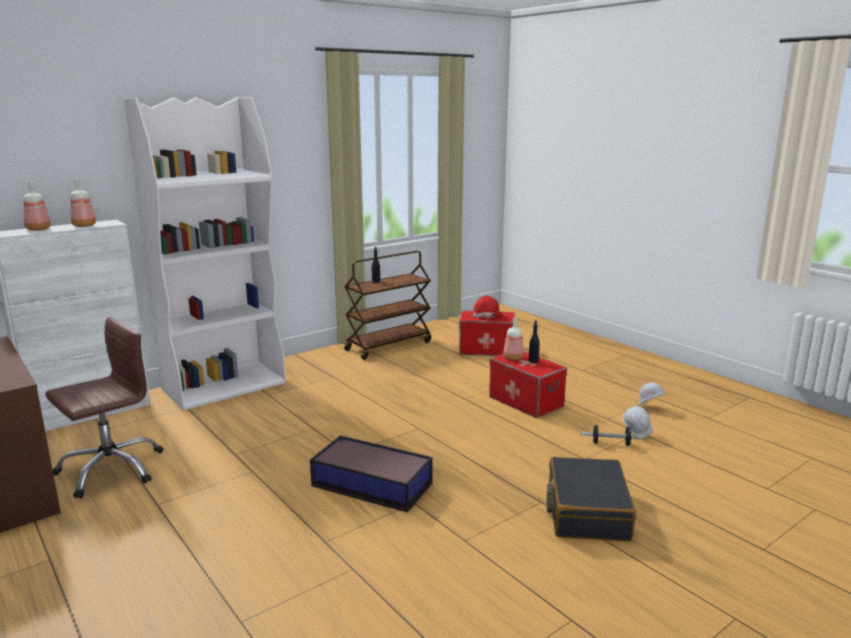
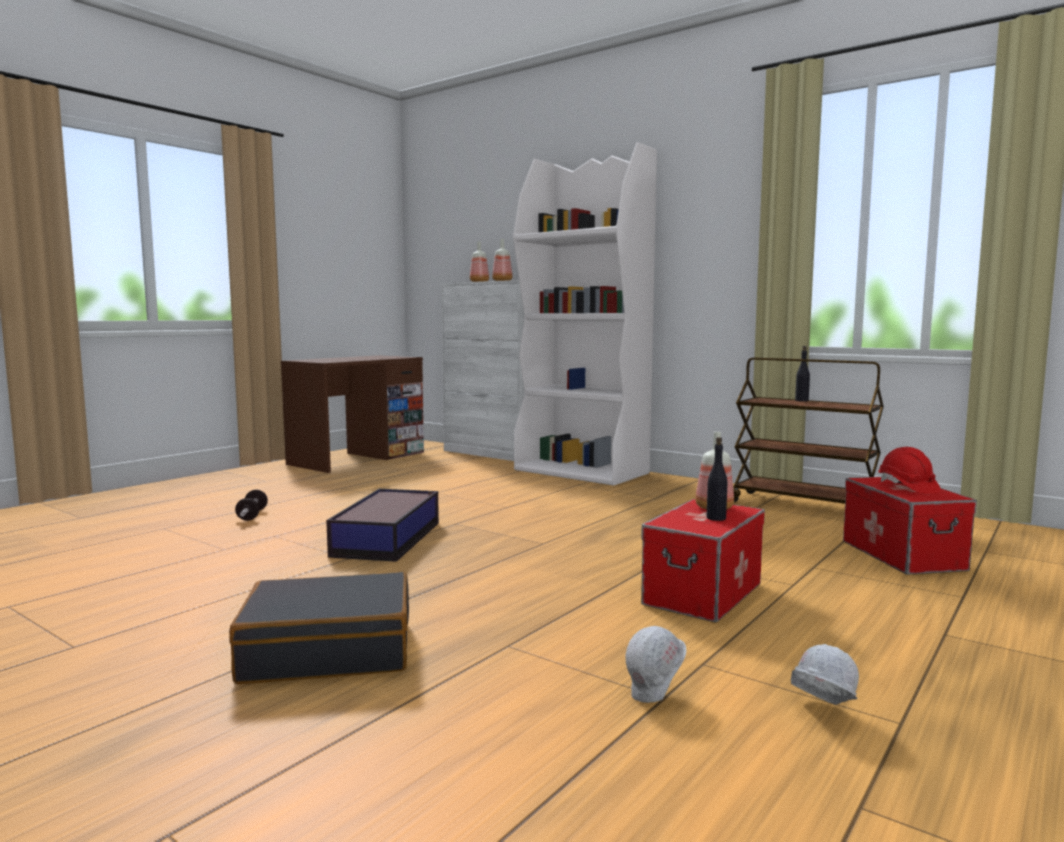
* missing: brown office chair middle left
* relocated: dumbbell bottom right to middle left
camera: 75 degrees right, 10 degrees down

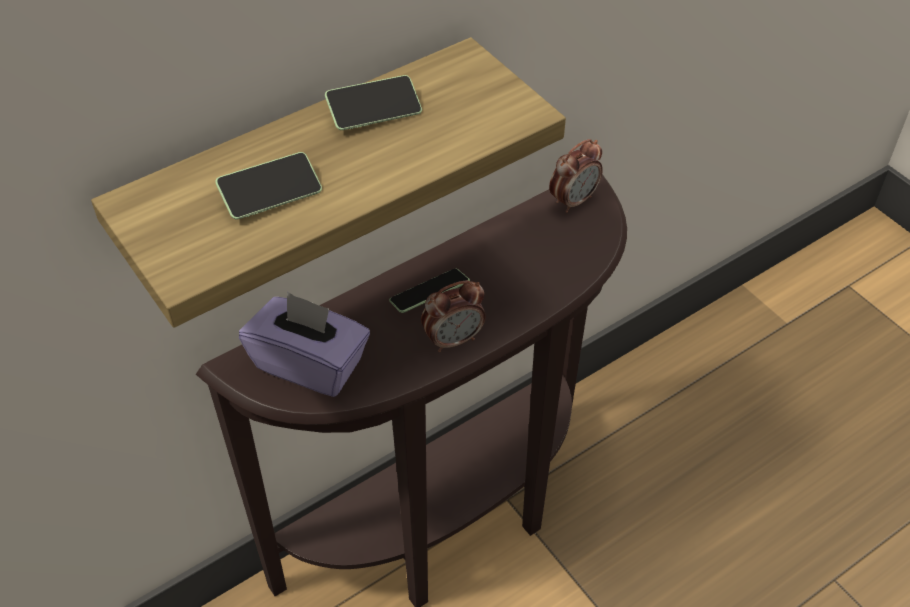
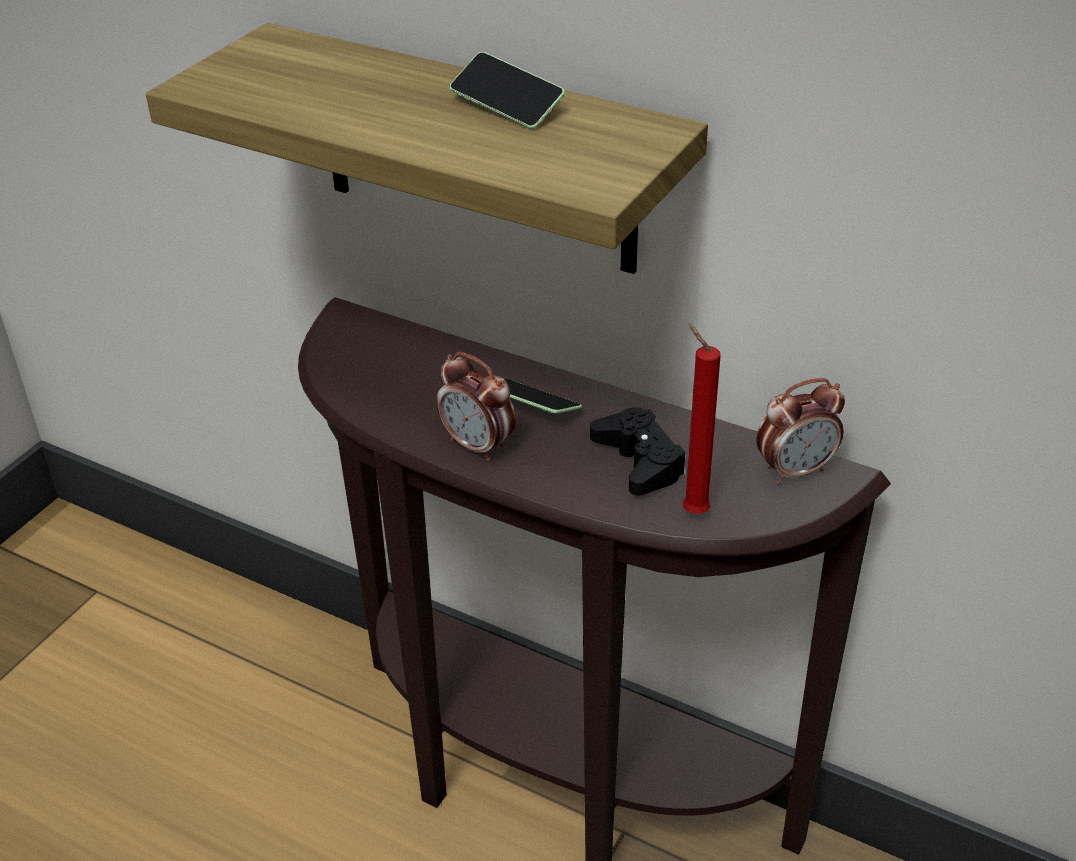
* missing: phone (no. 1 from left) top left
* missing: purplish tissue box centre
* appeared: black-coloured game controller centre
* appeared: reddish candle centre
* spun: bedside clock (no. 2 from left) top centre = middle right 45 degrees counterclockwise
camera: 65 degrees right, 10 degrees down

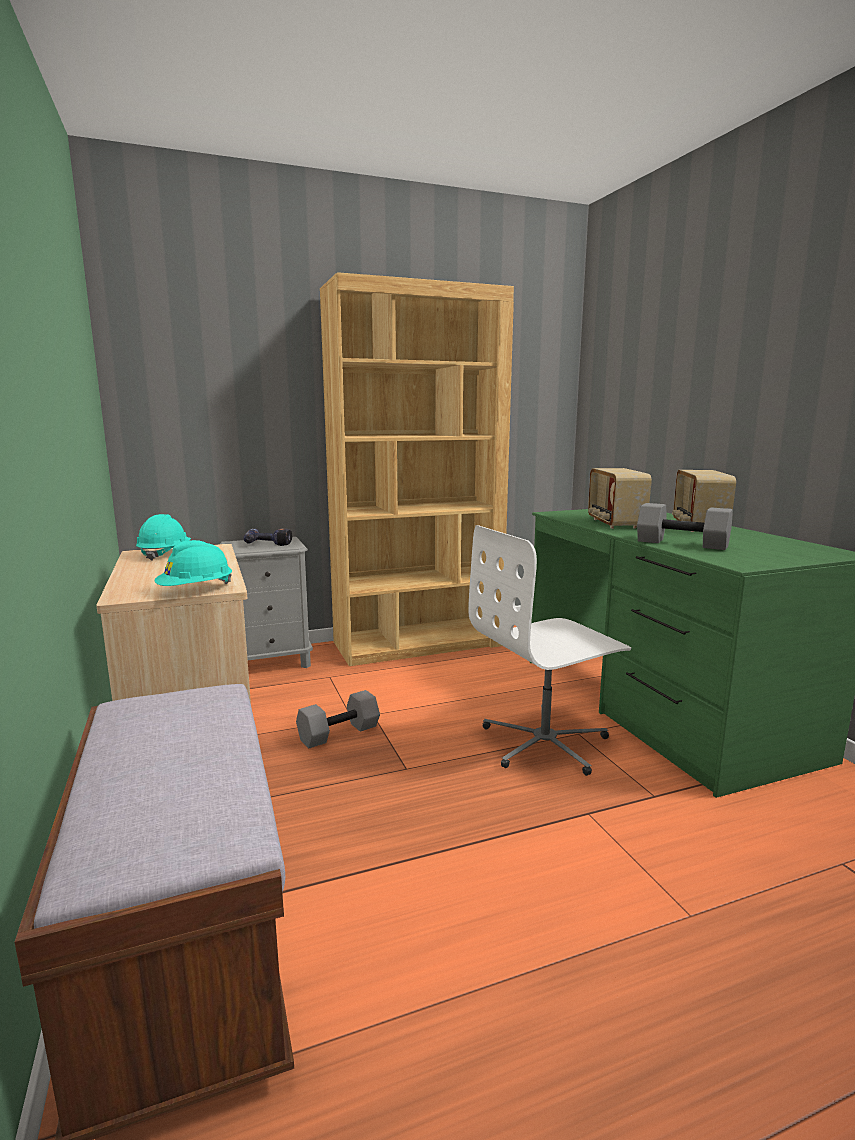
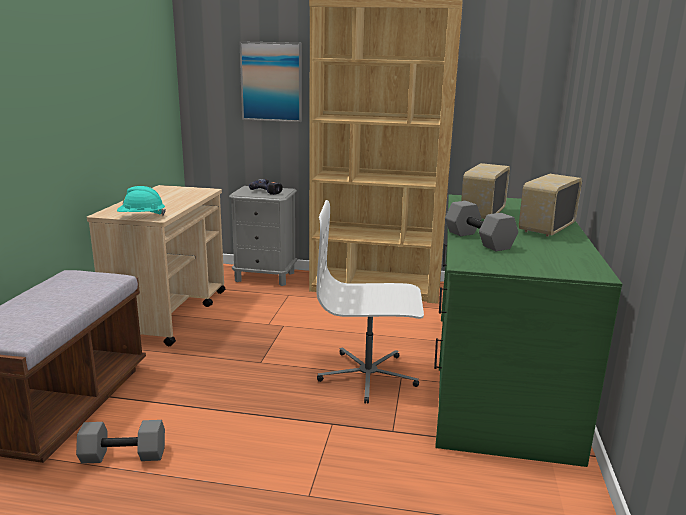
* missing: turquoise-coloured hard hat (no. 1 from left) middle left
* appeared: wall picture top centre
* relocated: grey dumbbell (no. 1 from left) centre to bottom left
camera: 30 degrees right, 5 degrees up

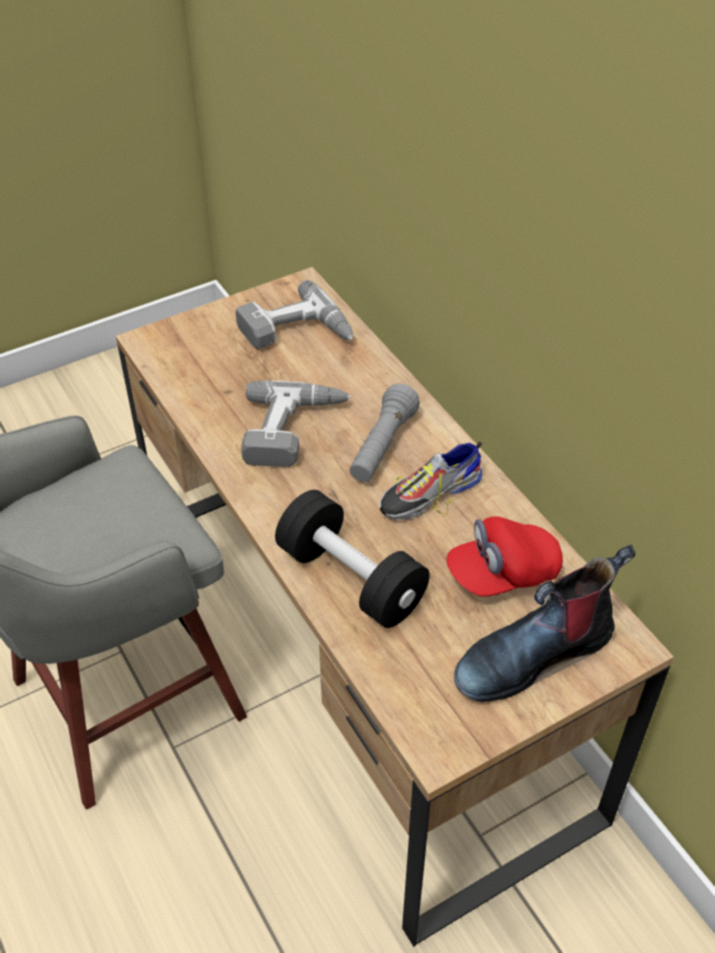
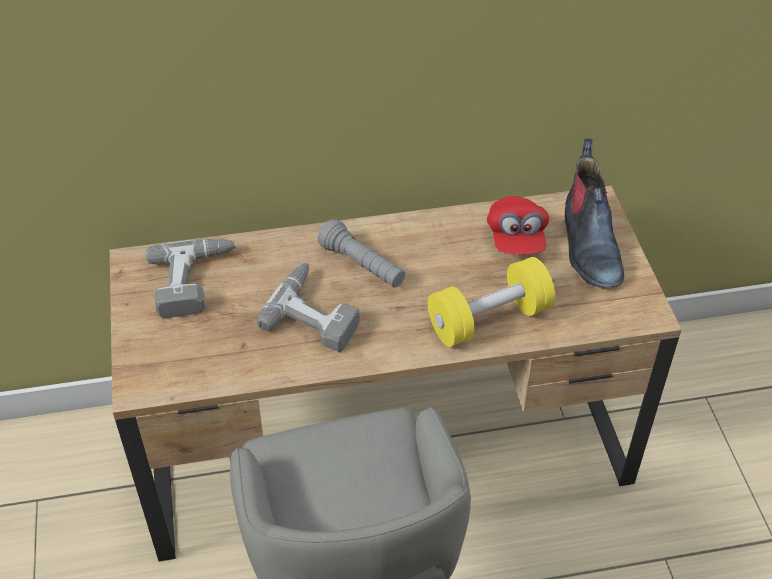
* missing: item of footwear centre
* colour: black-coloured dumbbell centre to yellow dumbbell centre
camera: 70 degrees left, 0 degrees up

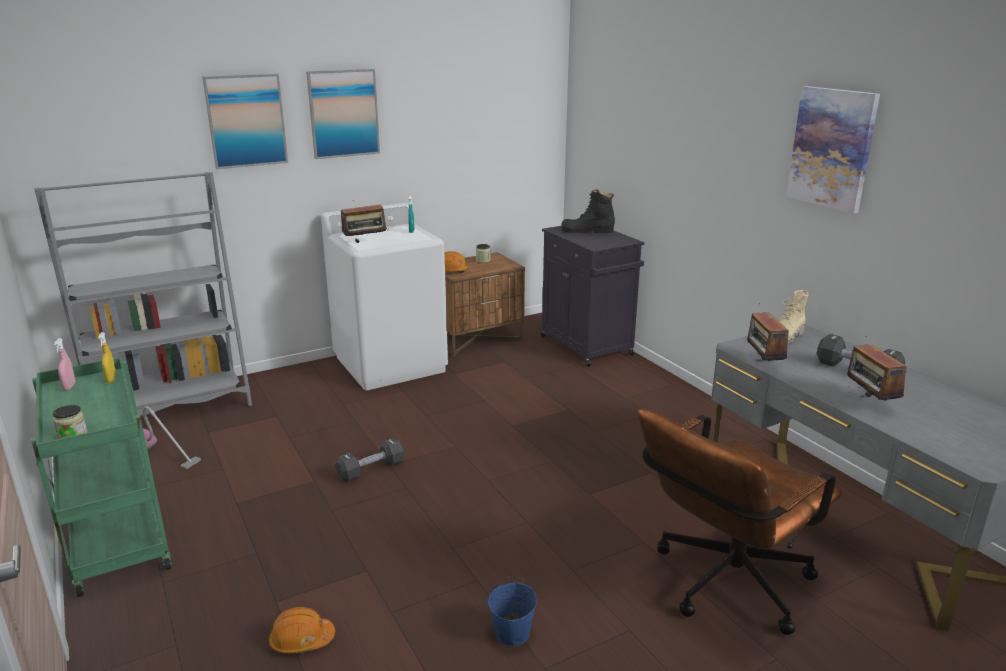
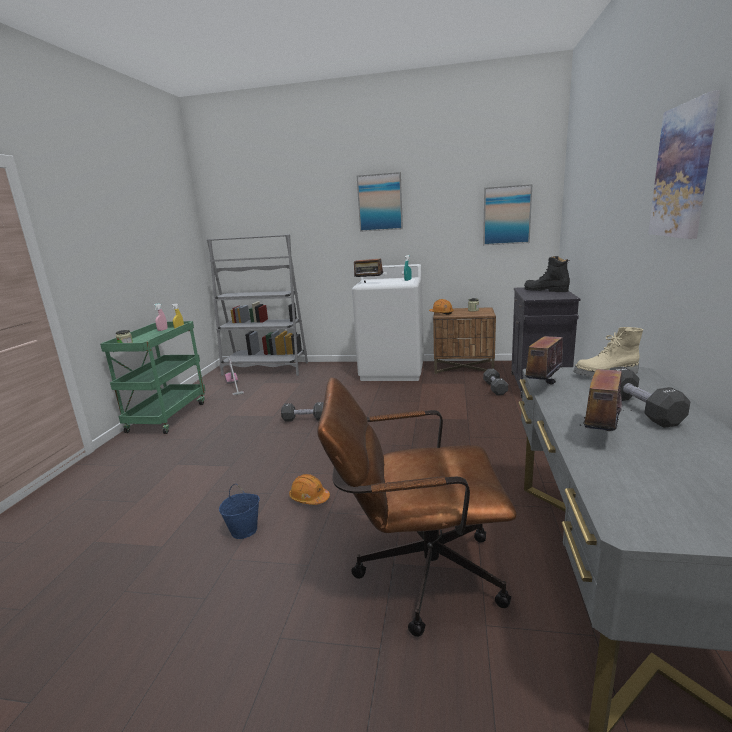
* appeared: black-coloured dumbbell (no. 2 from left) middle right
* relocated: wall picture (no. 1 from left in the first image) top left to wall picture (no. 2 from left) top right
* relocated: orange-coloured hard hat (no. 1 from left) bottom left to bottom centre
camera: 40 degrees right, 5 degrees down

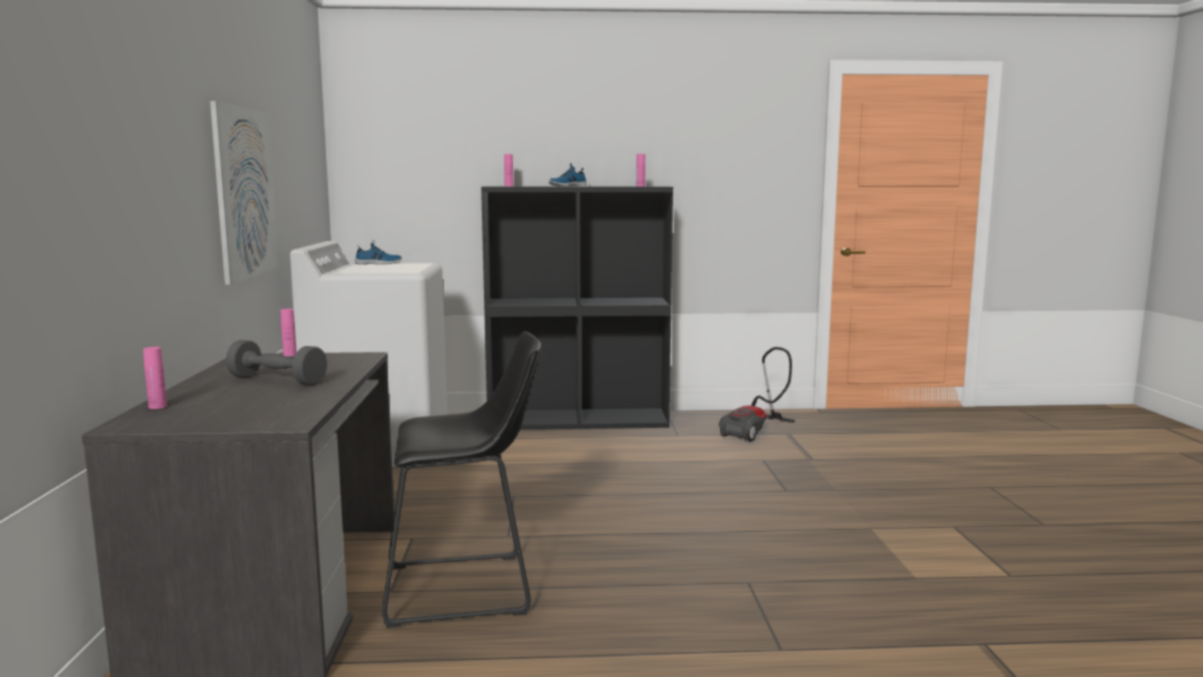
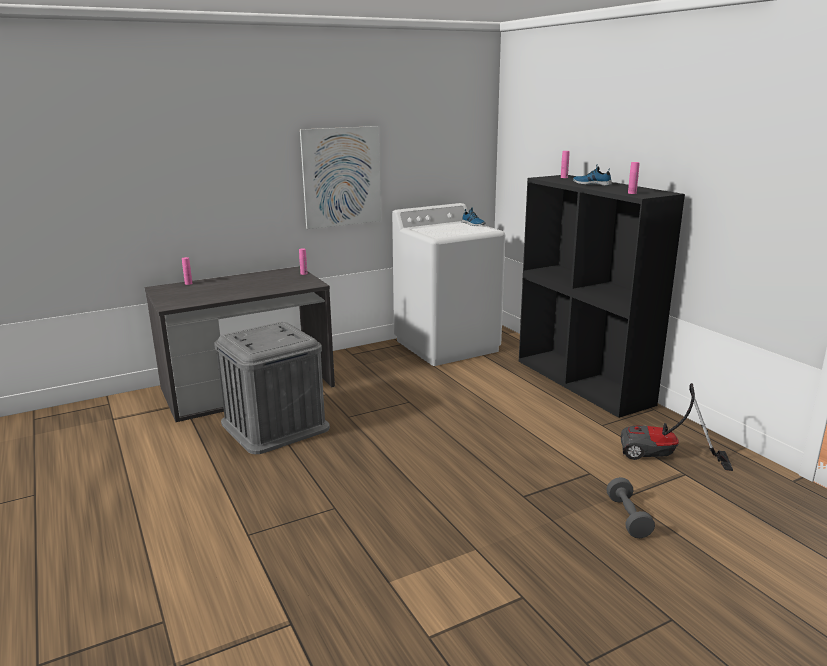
* relocated: grey dumbbell middle left to bottom right
* exchanged: black-coloured stool bottom centre to grey storage box middle left
camera: 65 degrees right, 10 degrees up

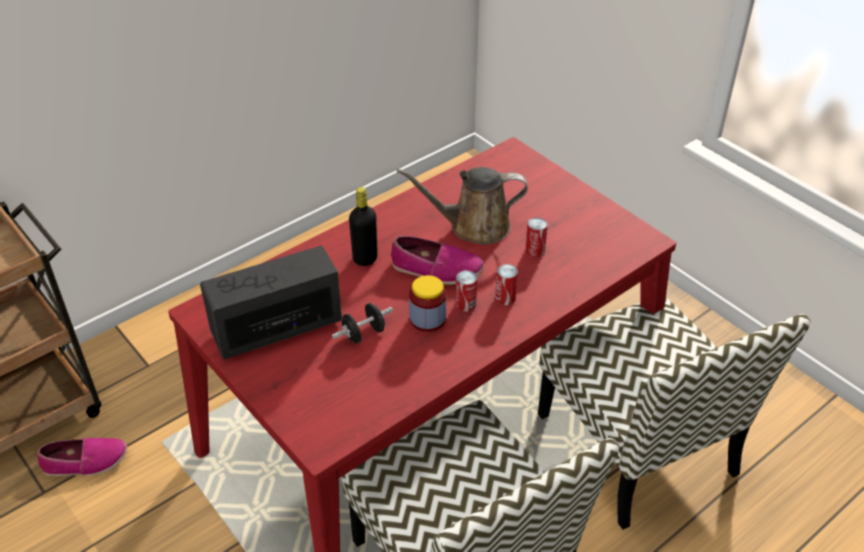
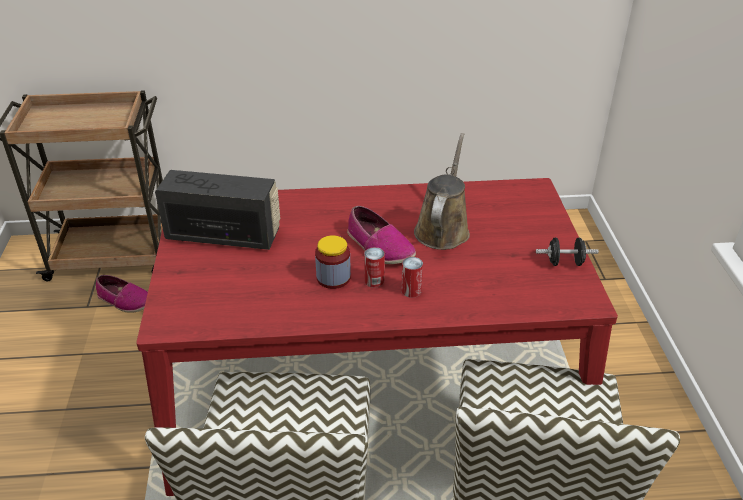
* missing: black-coloured bottle centre
* missing: can (no. 3 from left) centre
* relocated: black-coloured dumbbell centre to middle right
* spun: brown watering pot centre = centre 75 degrees clockwise
camera: 35 degrees right, 5 degrees down

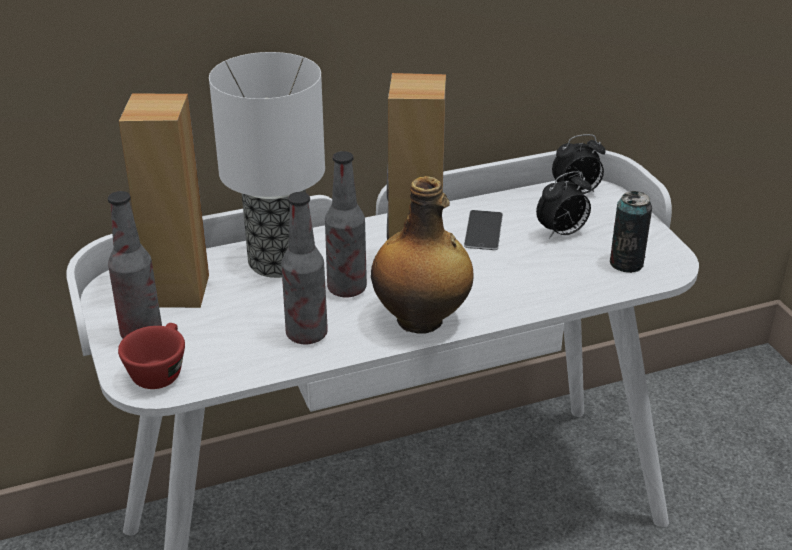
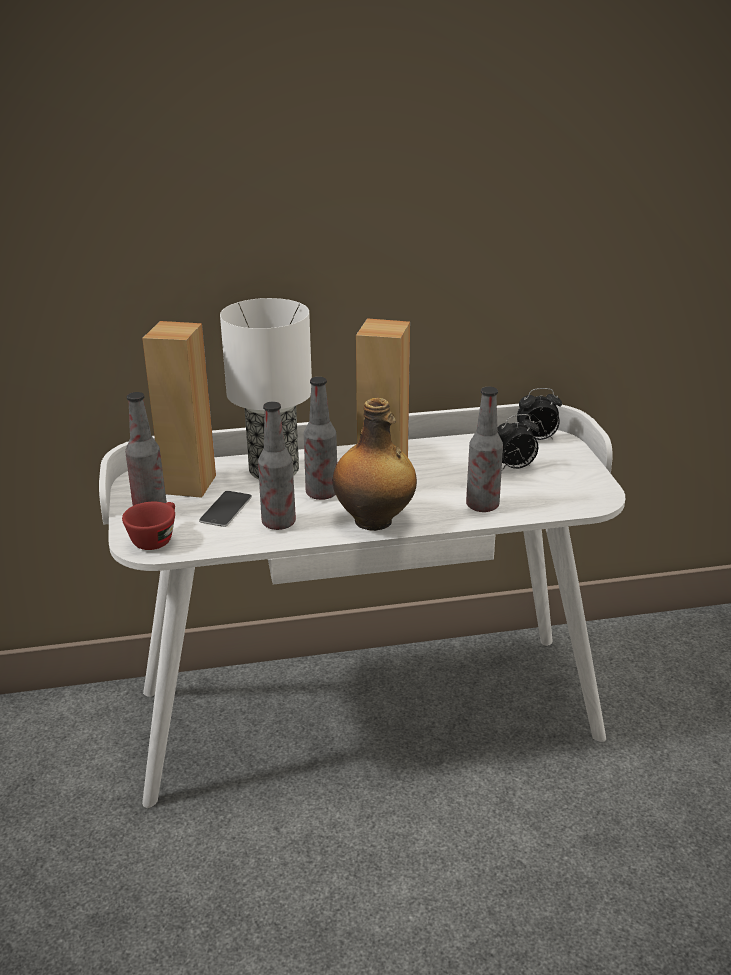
* missing: can middle right
* appeared: bottle (no. 5 from left) centre
* relocated: phone centre to middle left
camera: 10 degrees right, 5 degrees down

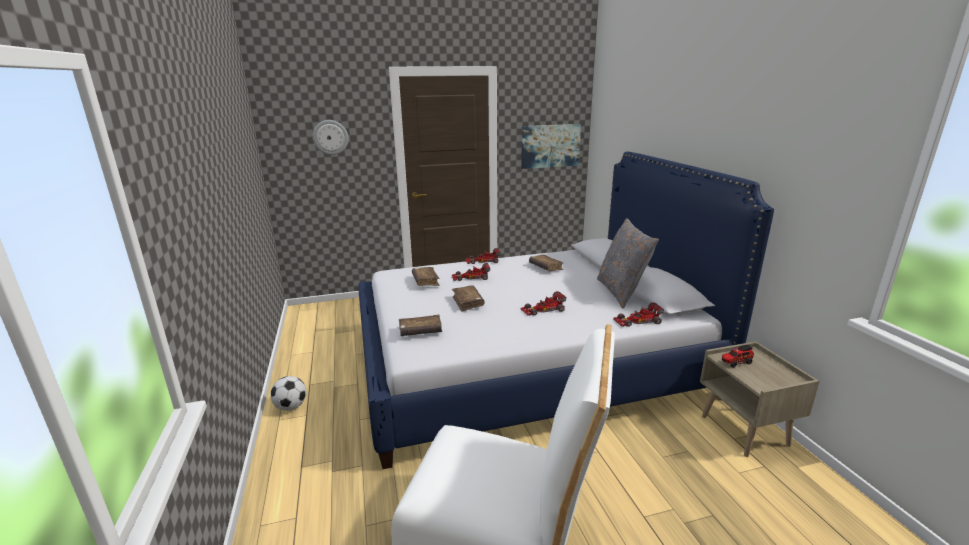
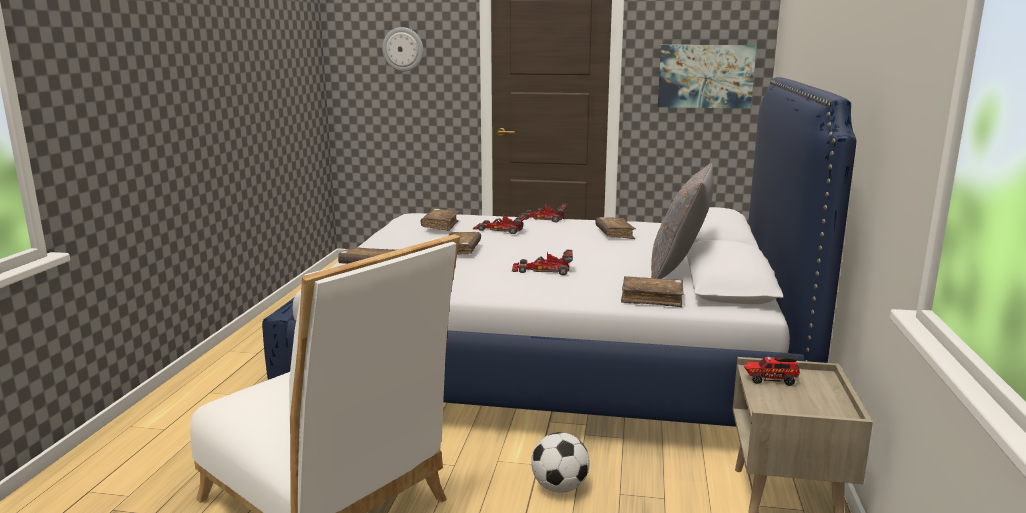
* relocated: football bottom left to bottom centre
* exchanged: miniature car (no. 4 from left) centre to brown book (no. 5 from left) centre
camera: 25 degrees right, 5 degrees down

